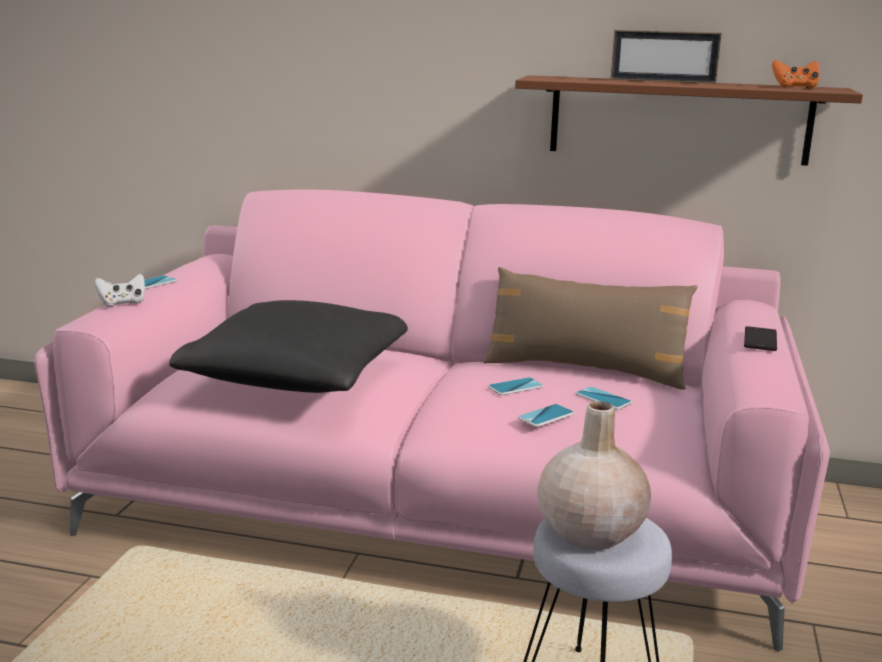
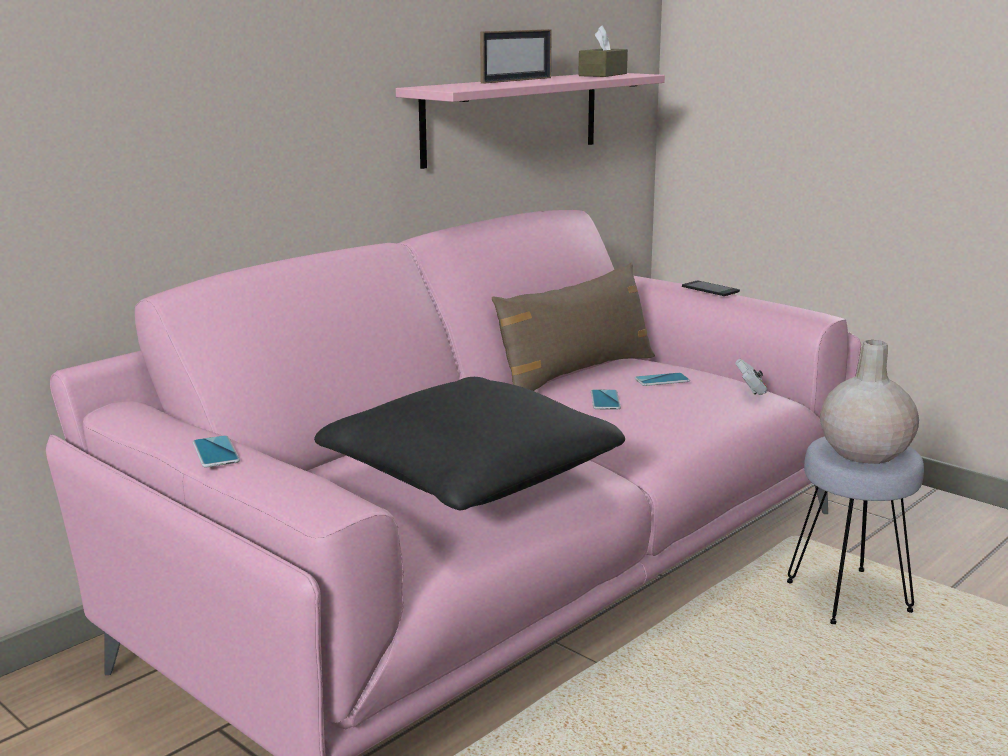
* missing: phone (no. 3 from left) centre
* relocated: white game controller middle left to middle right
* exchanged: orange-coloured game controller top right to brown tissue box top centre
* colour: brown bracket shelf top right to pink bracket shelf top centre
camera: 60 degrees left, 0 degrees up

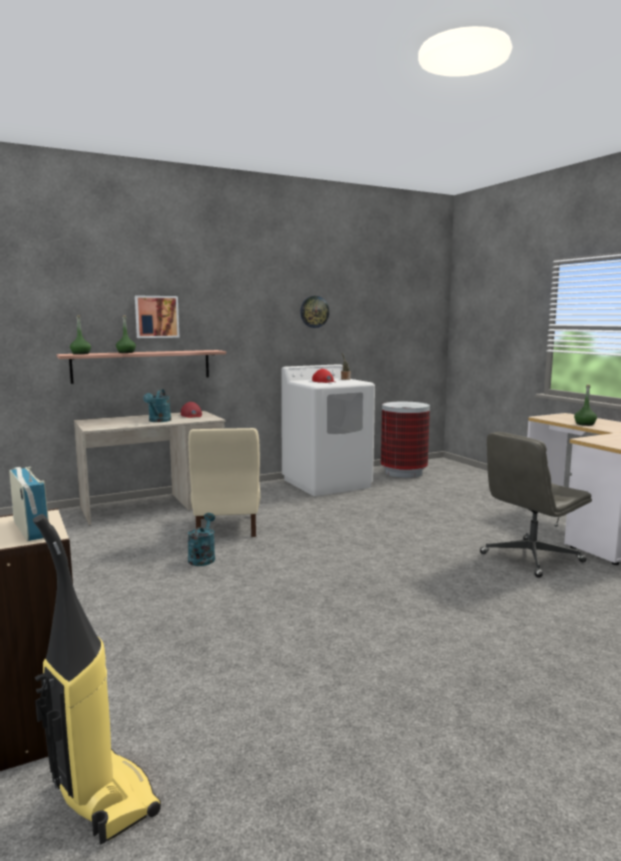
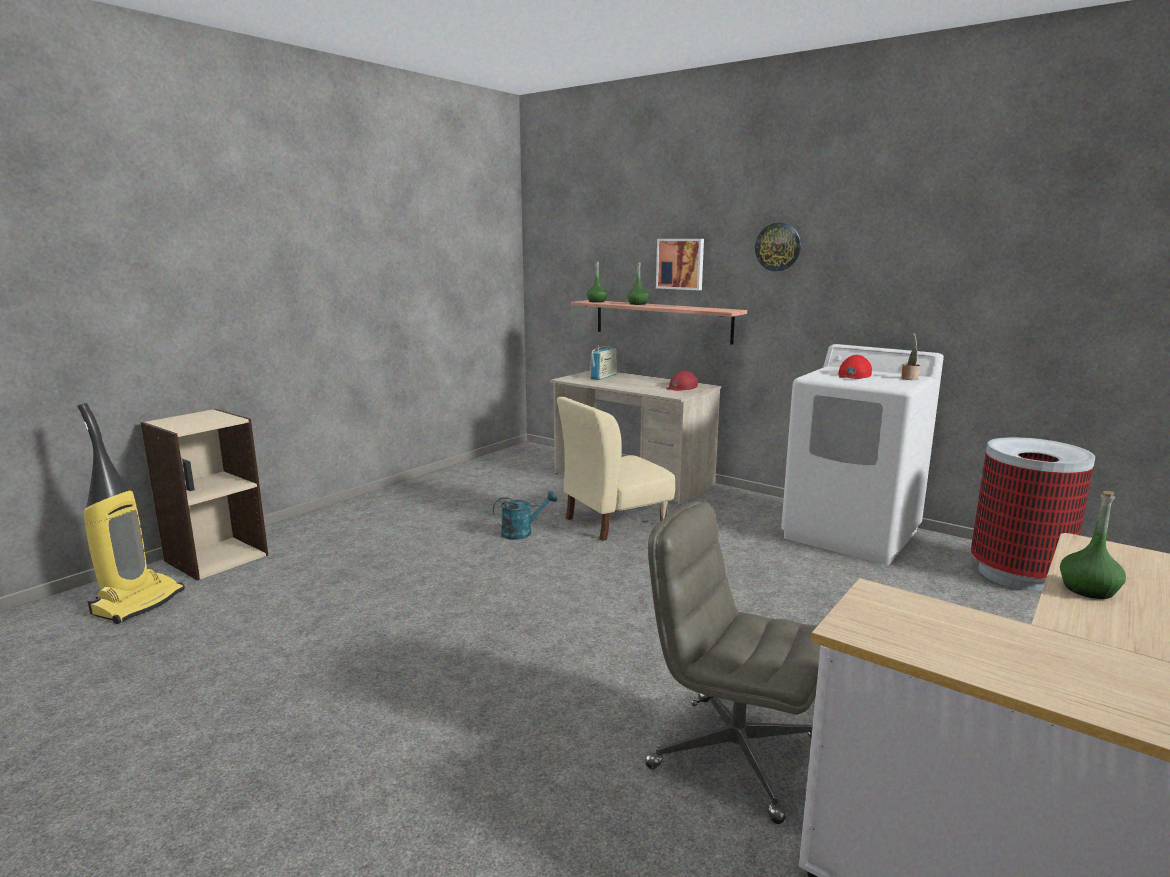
* missing: turquoise-coloured watering pot (no. 1 from left) middle left
* relocated: radio set middle left to centre
* relocated: hanging clock centre to top centre
camera: 65 degrees right, 5 degrees up

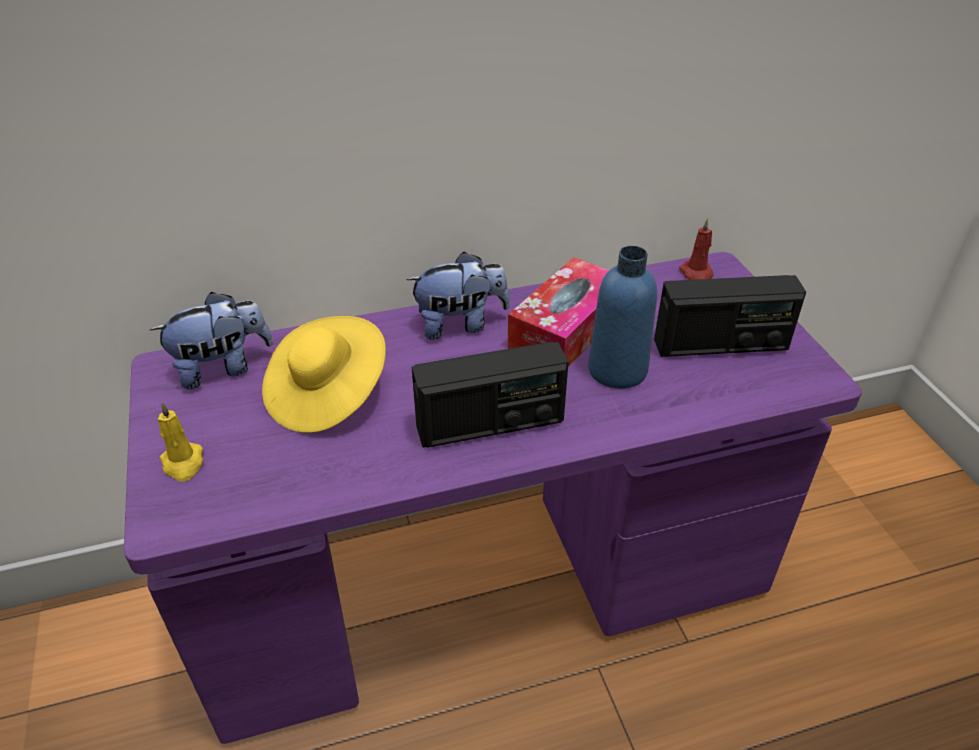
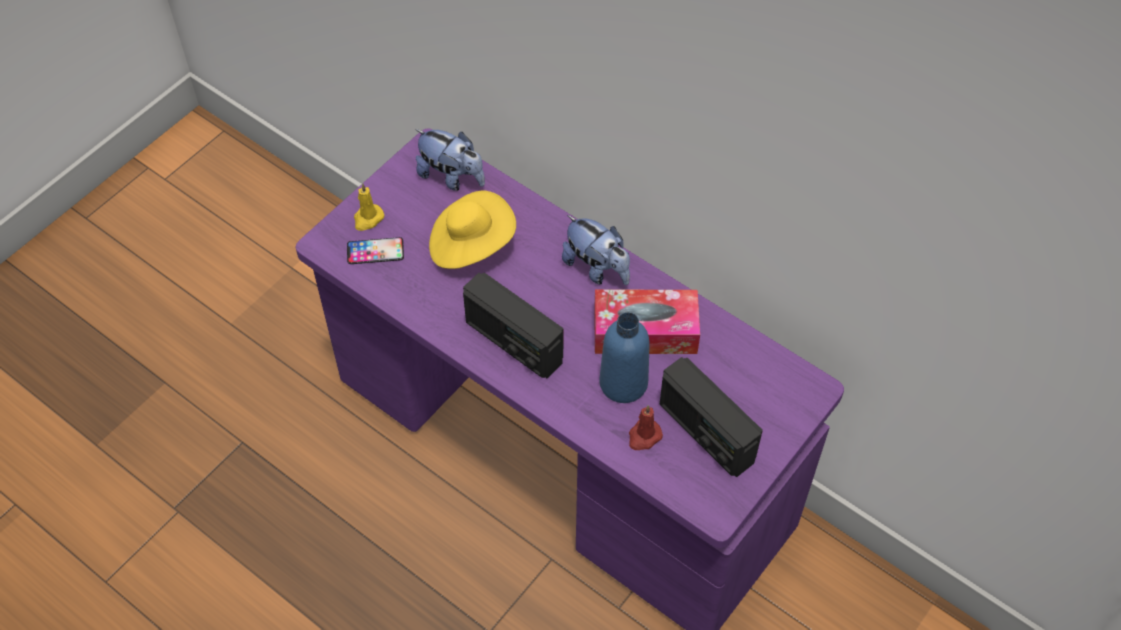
* appeared: phone centre
* relocated: reddish candle top right to bottom centre
camera: 55 degrees right, 15 degrees up

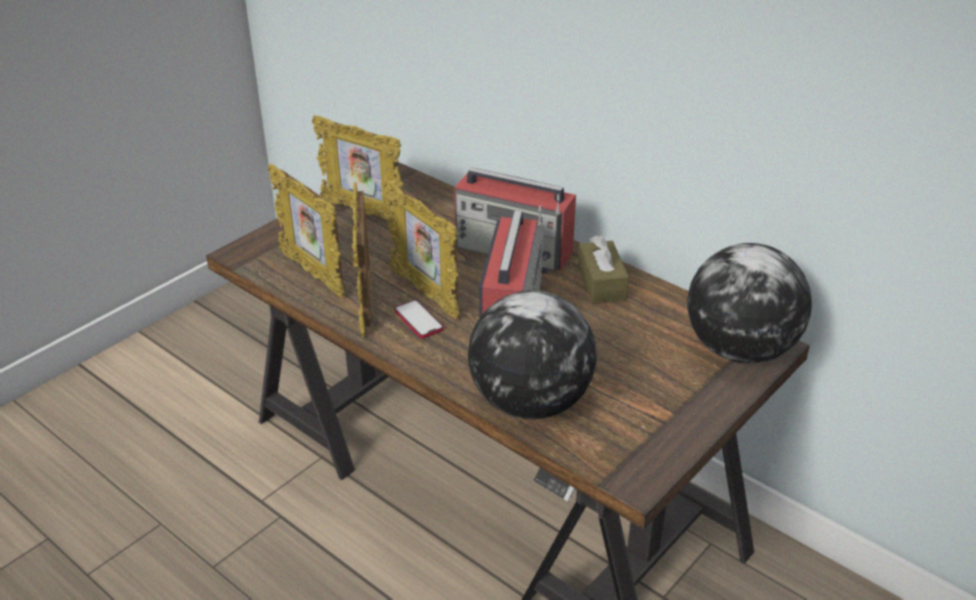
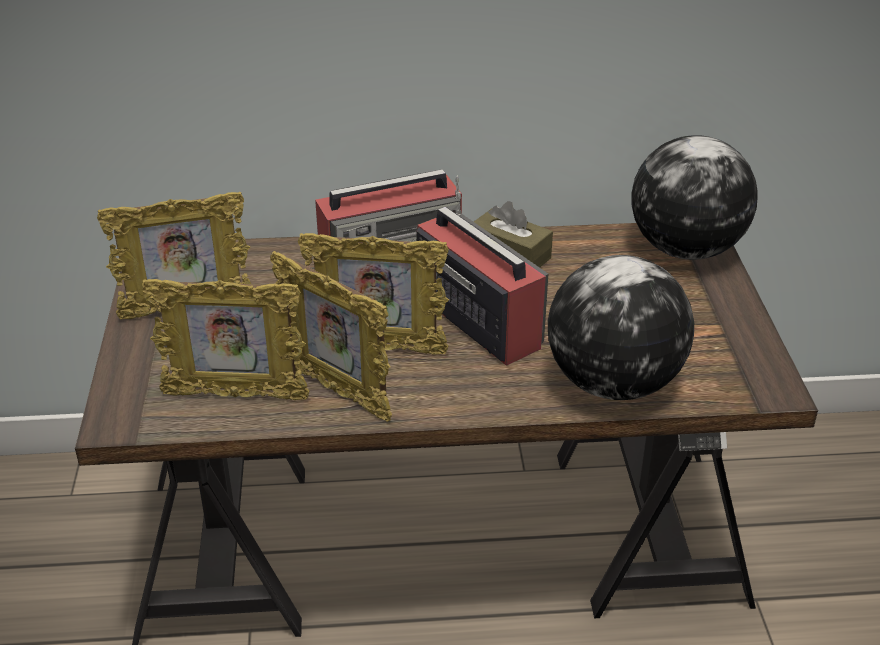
* missing: phone centre
camera: 45 degrees left, 0 degrees up

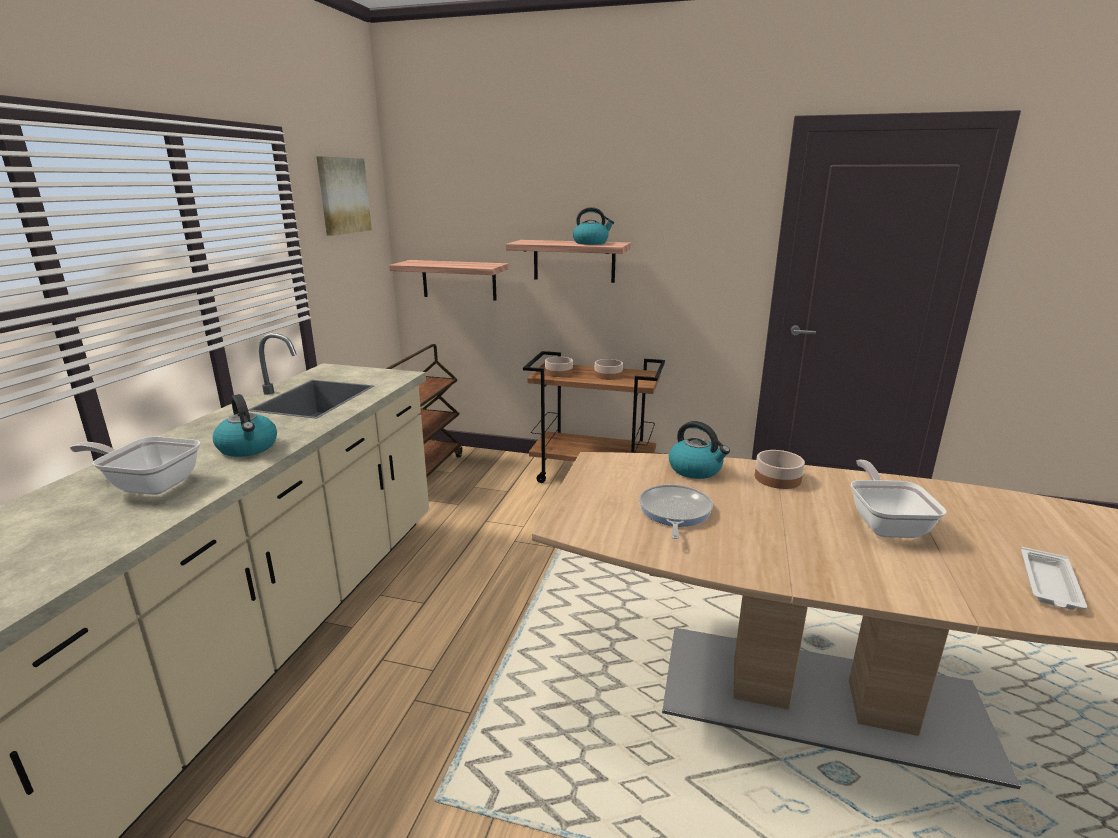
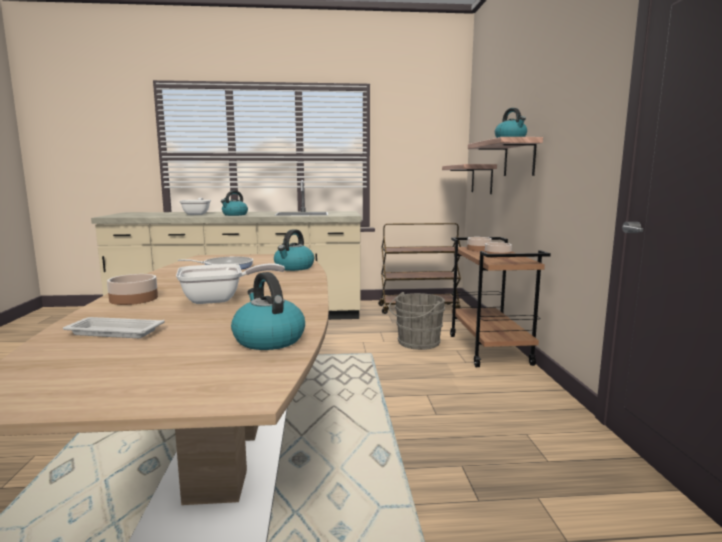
* missing: wall picture top left
* appeared: tea kettle (no. 2 from left) centre
* appeared: grey water bucket centre
* relocated: serving bowl (no. 3 from left in the first image) middle right to serving bowl (no. 1 from left) middle left
camera: 70 degrees right, 10 degrees down

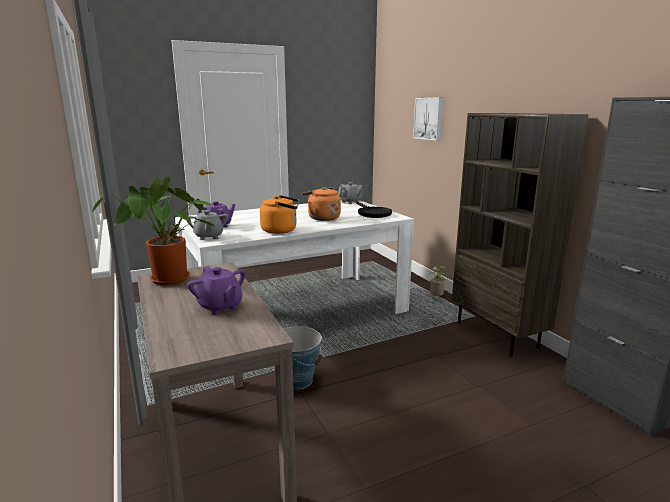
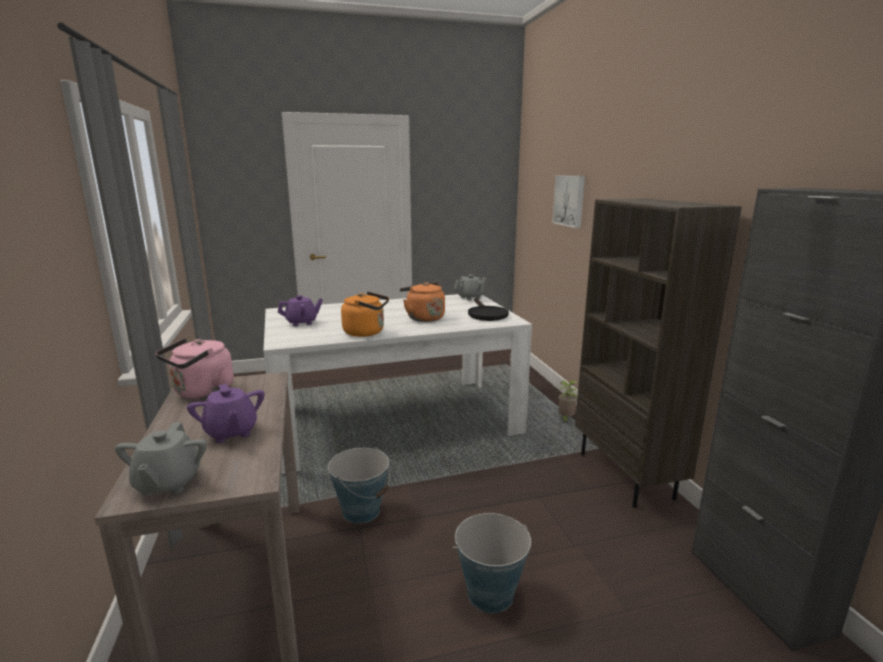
* appeared: water bucket (no. 2 from left) bottom centre
* relocated: grey tea pot (no. 1 from left) middle left to bottom left
* exchanged: potted plant (no. 1 from left) middle left to pink tea kettle middle left
camera: 10 degrees right, 0 degrees up

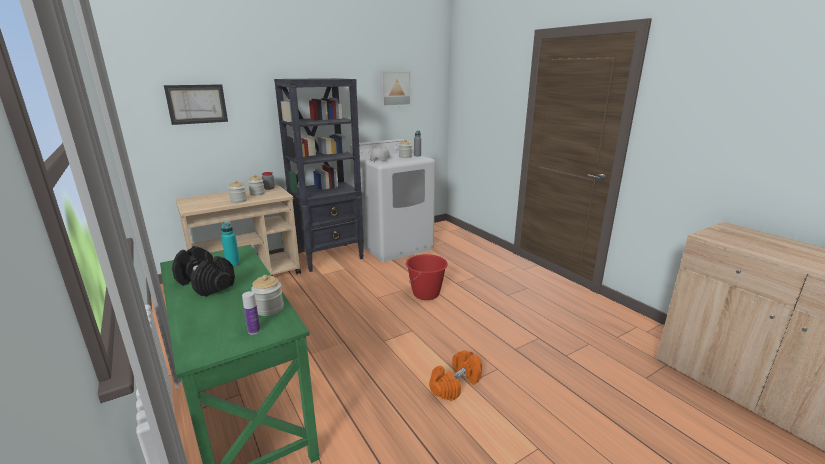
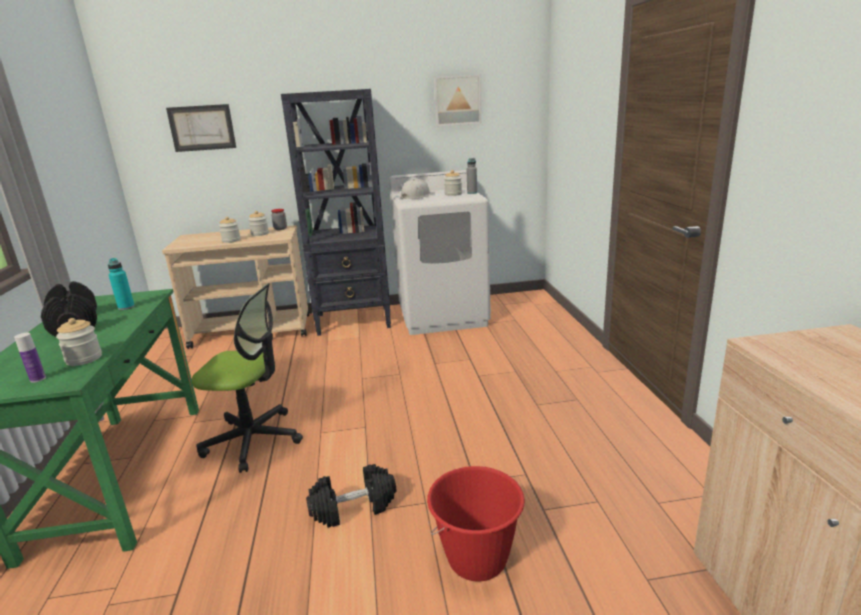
* appeared: office chair middle left
* relocated: reddish water bucket centre to bottom centre
* colour: orange-coloured dumbbell bottom centre to black-coloured dumbbell (no. 2 from left) bottom centre
camera: 25 degrees right, 0 degrees up

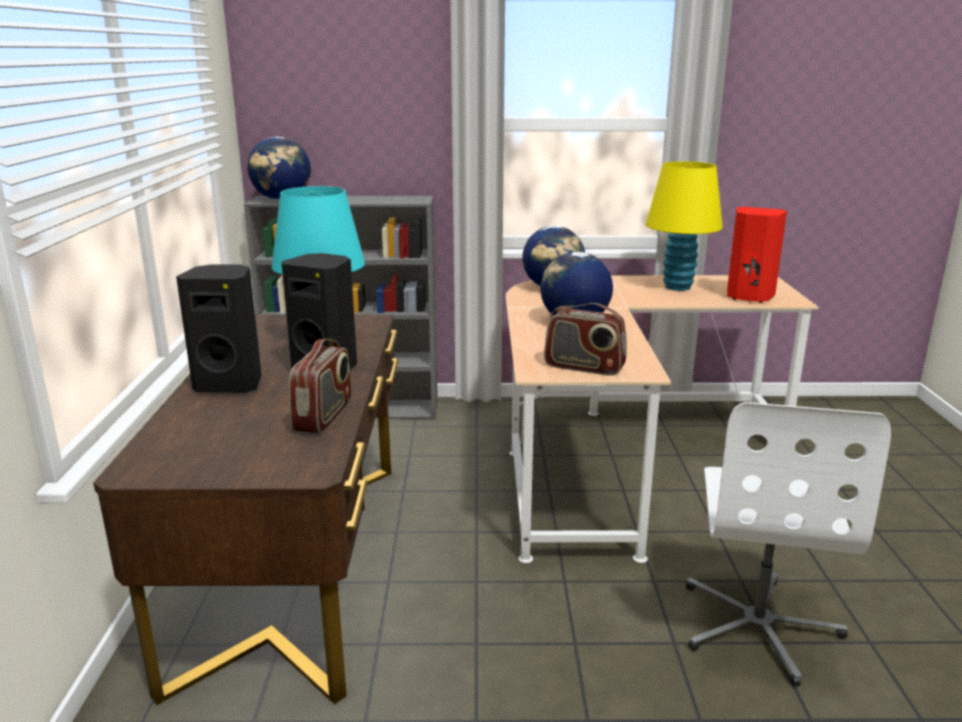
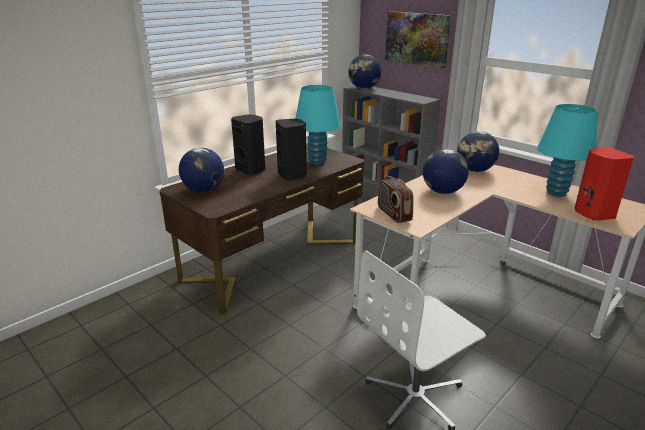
* missing: radio set (no. 1 from left) middle left
* appeared: world globe (no. 1 from left) middle left
* appeared: wall picture top centre
* colour: yellow tabletop lamp top right to turquoise-coloured tabletop lamp (no. 2 from left) middle right
camera: 45 degrees right, 5 degrees up

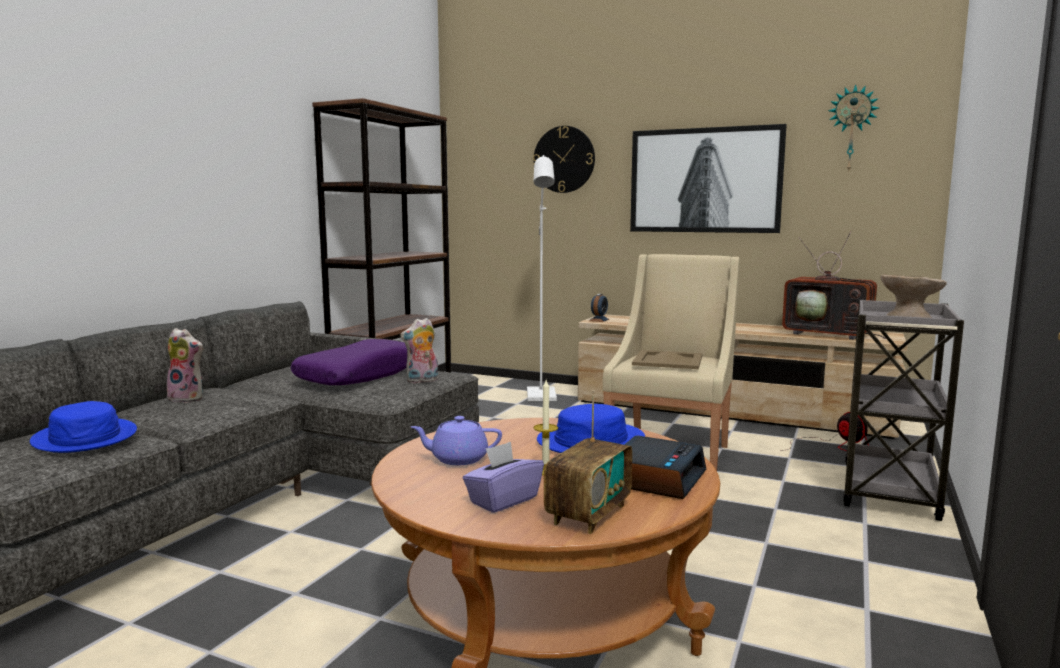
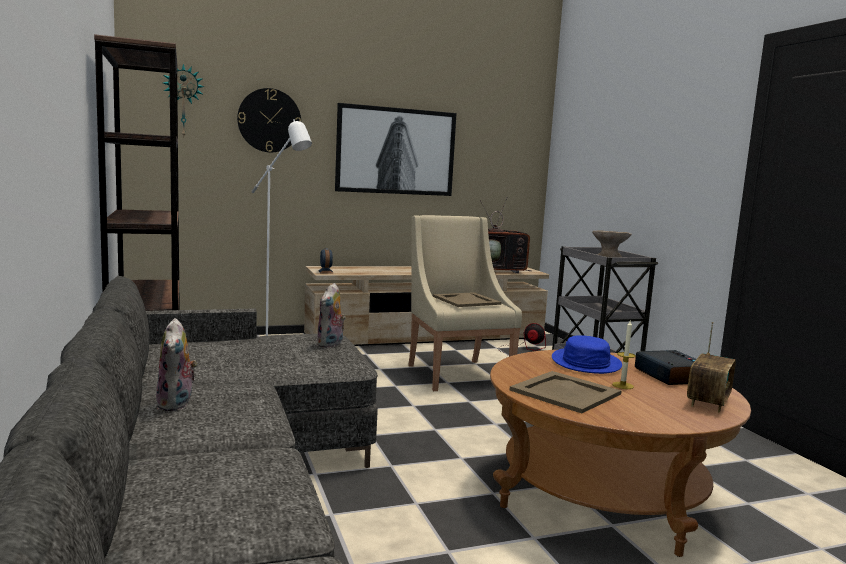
* missing: blue-coloured clothing hat (no. 1 from left) middle left
* missing: purplish pillow middle left
* missing: purplish tissue box bottom centre
* relocated: hanging clock (no. 2 from left in the first image) top right to hanging clock (no. 1 from left) top left
* exchanged: purplish tea pot centre to beige-coloured carrying tray (no. 2 from left) bottom right
* spun: cuddly toy (no. 1 from left) middle left = middle left 105 degrees clockwise
* spun: radio set bottom centre = middle right 45 degrees clockwise
camera: 45 degrees left, 0 degrees up

